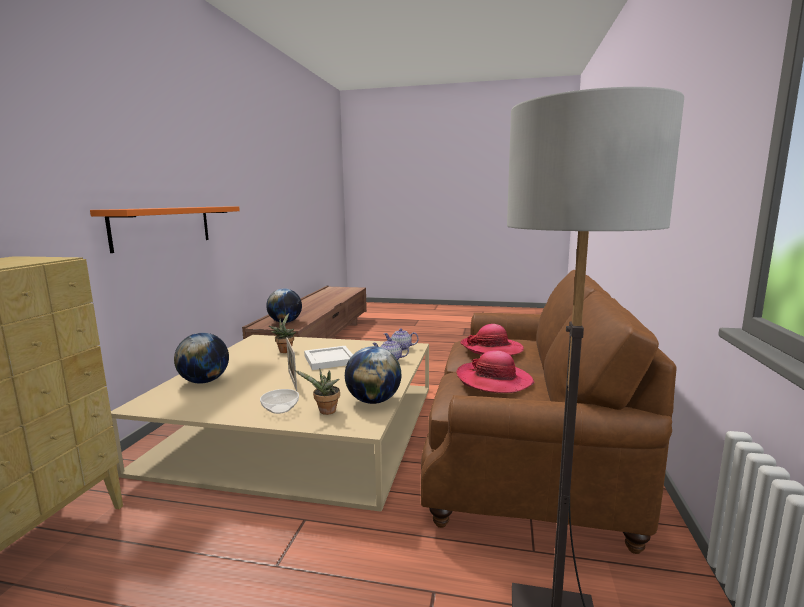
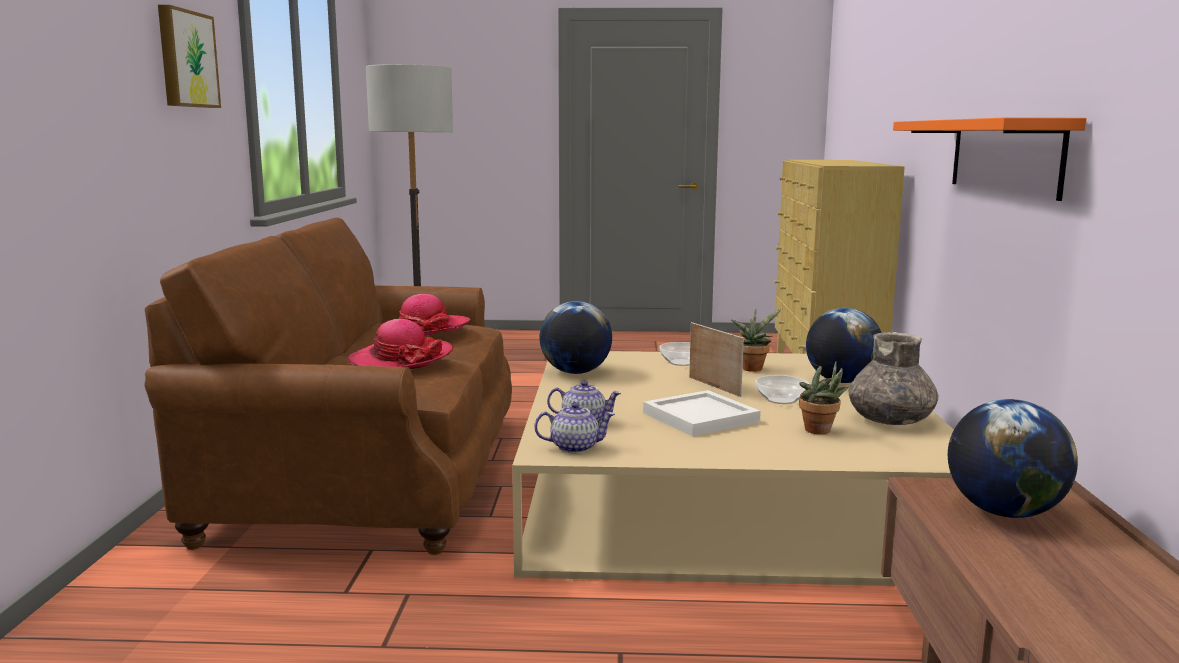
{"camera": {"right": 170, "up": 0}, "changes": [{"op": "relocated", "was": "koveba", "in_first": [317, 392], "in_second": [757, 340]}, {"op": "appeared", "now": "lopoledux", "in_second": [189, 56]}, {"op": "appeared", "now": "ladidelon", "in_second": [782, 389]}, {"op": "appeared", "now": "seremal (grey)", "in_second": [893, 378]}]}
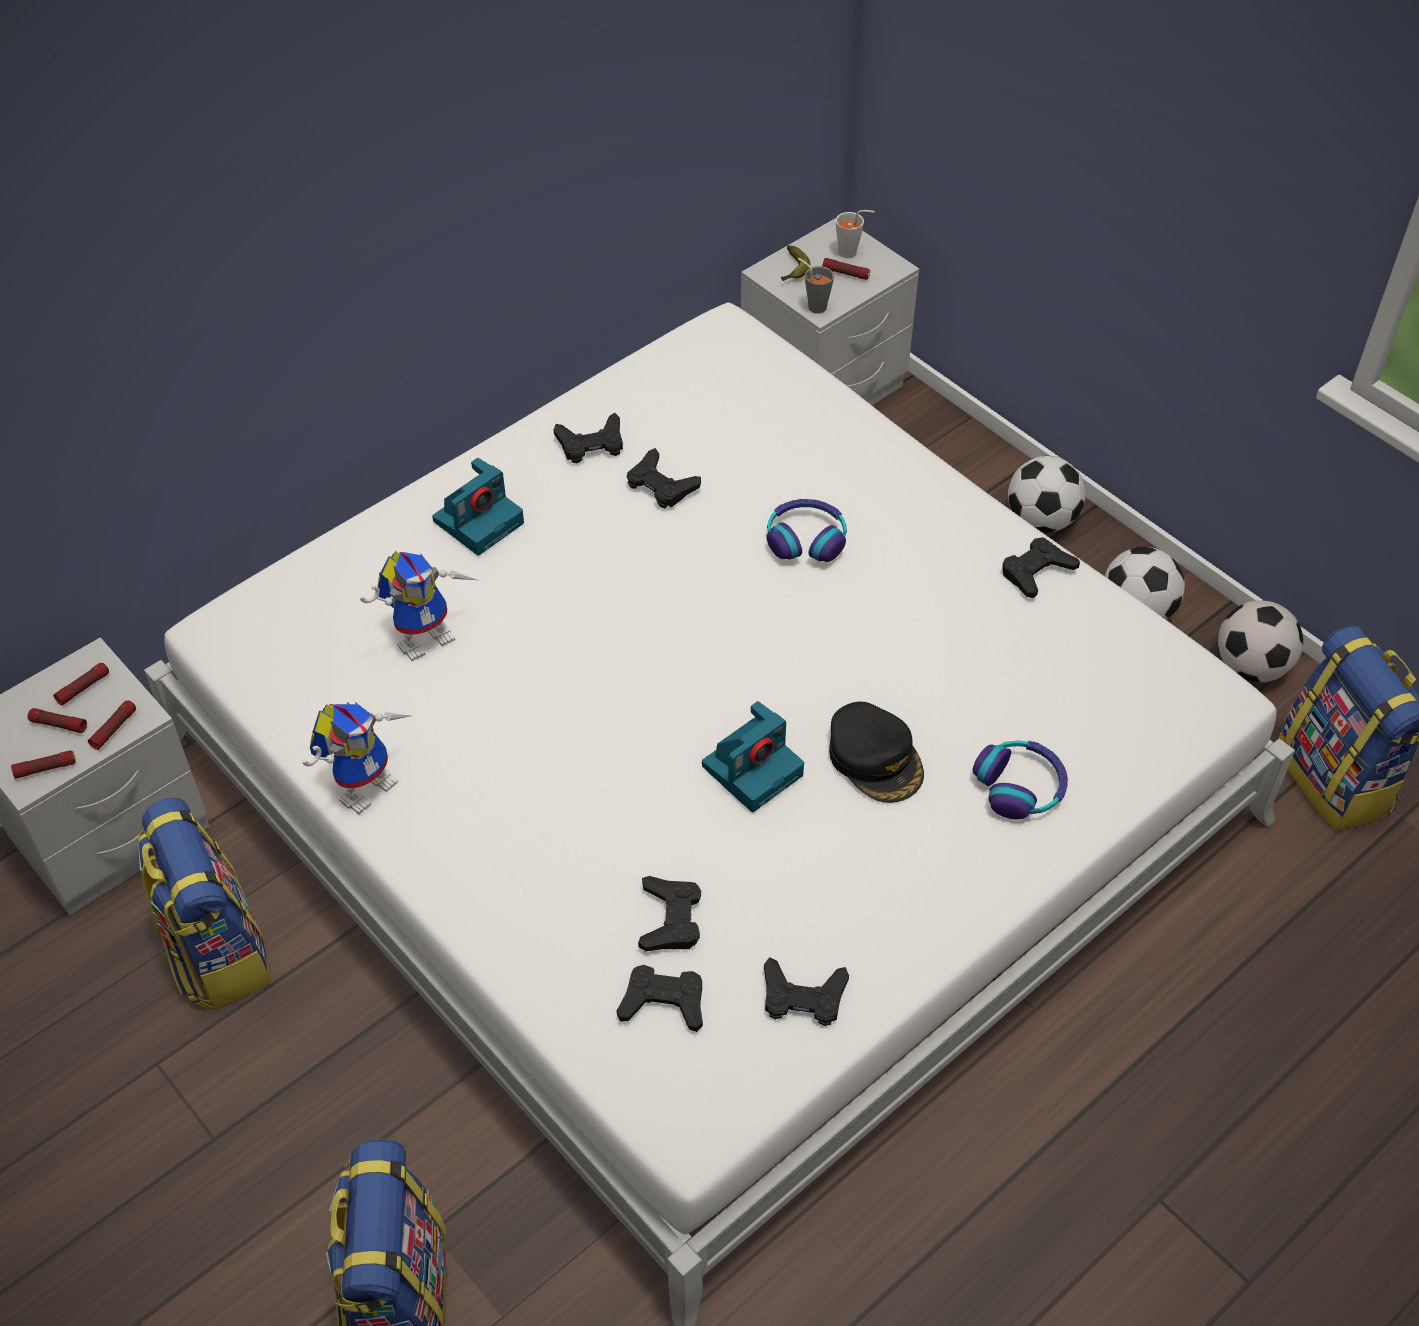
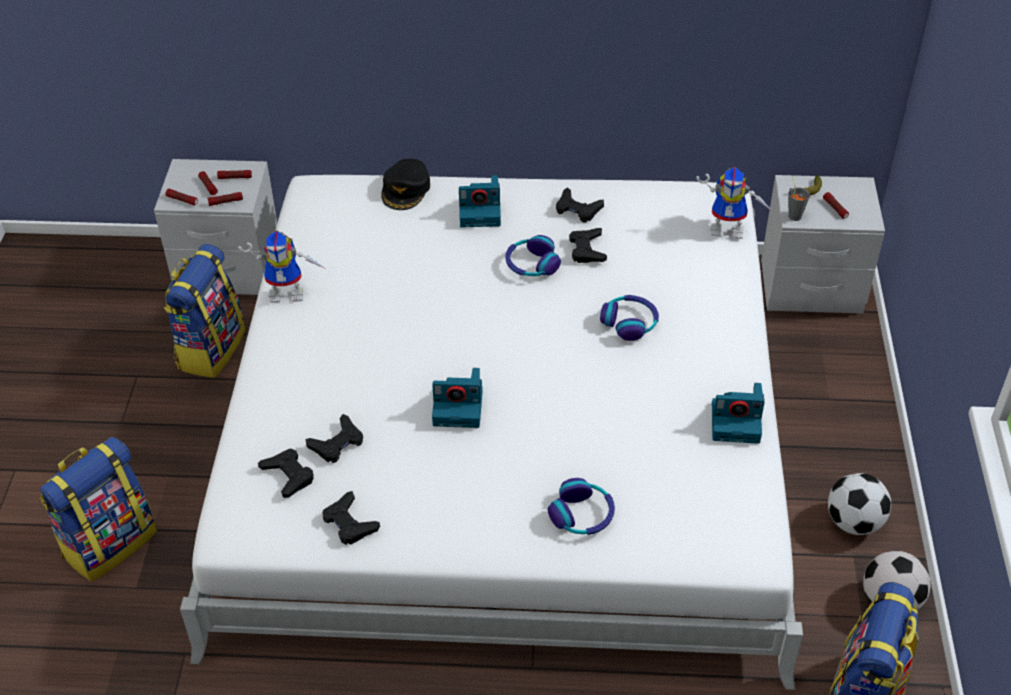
{"camera": {"right": 45, "up": -5}, "changes": [{"op": "relocated", "was": "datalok", "in_first": [418, 606], "in_second": [734, 203]}, {"op": "relocated", "was": "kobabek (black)", "in_first": [876, 752], "in_second": [405, 184]}, {"op": "missing", "was": "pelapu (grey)", "in_first": [855, 234]}, {"op": "exchanged", "was": "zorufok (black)", "now": "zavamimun", "in_first": [1041, 567], "in_second": [738, 413]}, {"op": "missing", "was": "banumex", "in_first": [1046, 494]}, {"op": "appeared", "now": "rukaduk", "in_second": [533, 255]}]}
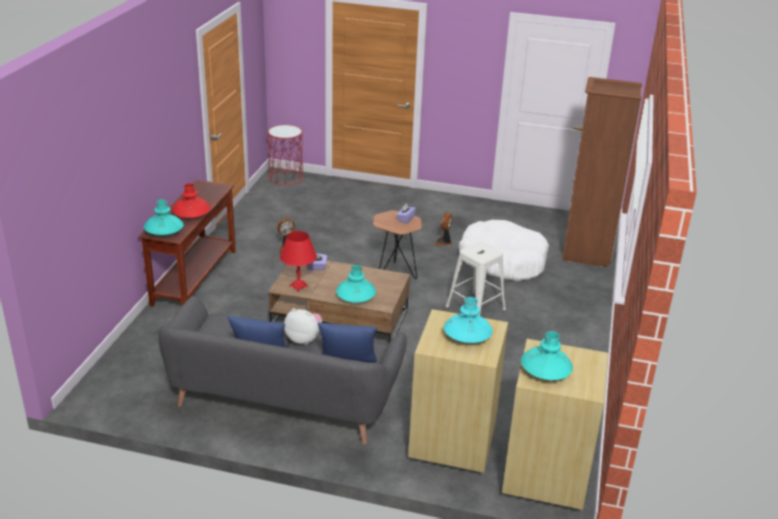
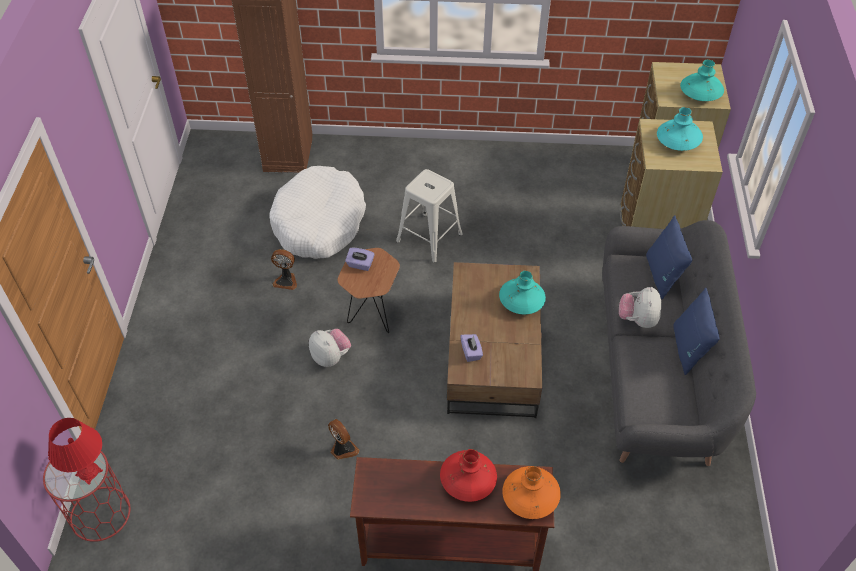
{"camera": {"right": -100, "up": 20}, "changes": [{"op": "colour", "was": "seremal (turquoise)", "now": "seremal (orange)", "in_first": [164, 217], "in_second": [531, 492]}, {"op": "relocated", "was": "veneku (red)", "in_first": [298, 261], "in_second": [75, 451]}, {"op": "appeared", "now": "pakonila", "in_second": [330, 348]}]}
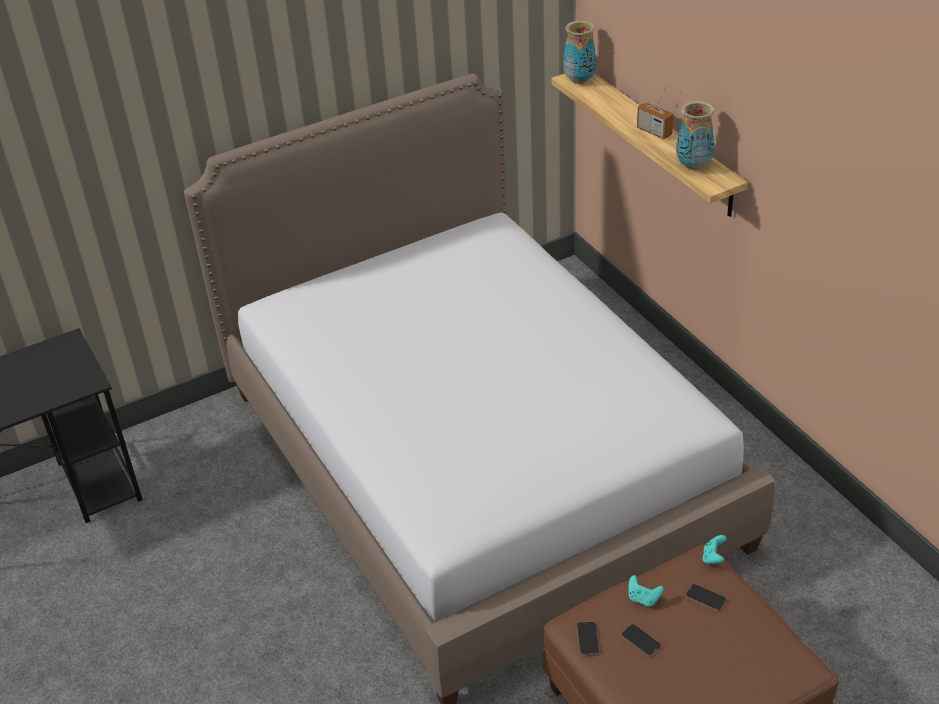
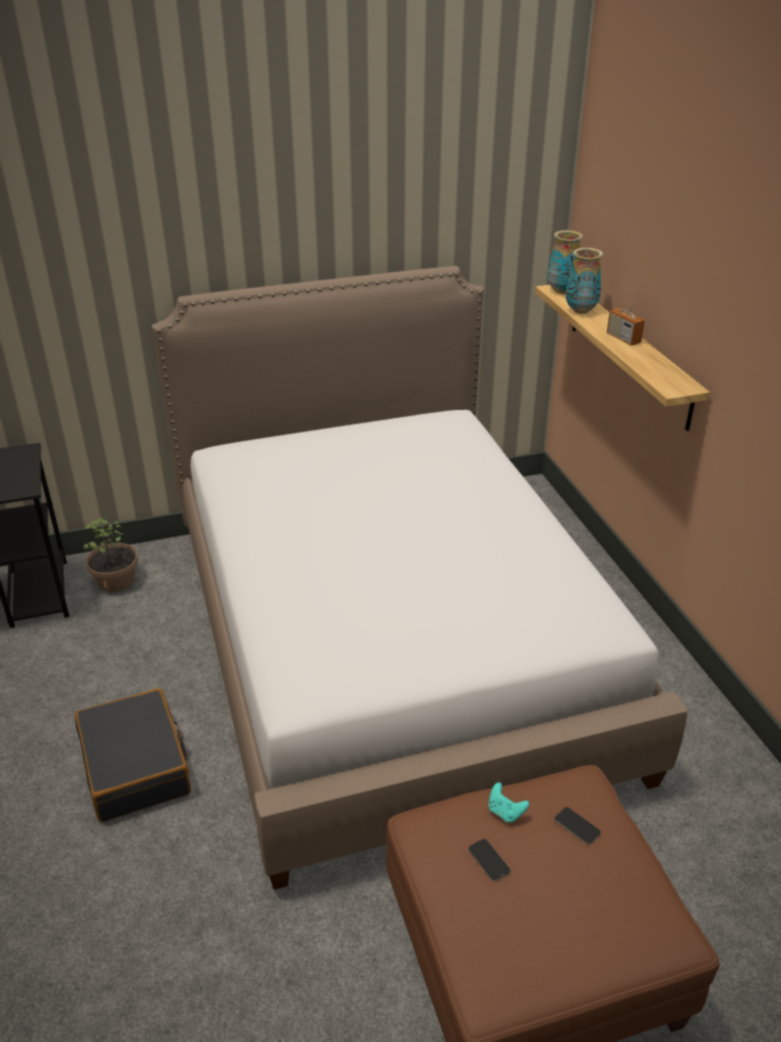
{"camera": {"right": 10, "up": -5}, "changes": [{"op": "missing", "was": "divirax", "in_first": [588, 638]}, {"op": "relocated", "was": "seremal", "in_first": [695, 135], "in_second": [584, 281]}, {"op": "missing", "was": "zorufok (turquoise)", "in_first": [714, 550]}, {"op": "appeared", "now": "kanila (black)", "in_second": [133, 755]}, {"op": "appeared", "now": "koveba", "in_second": [111, 555]}]}
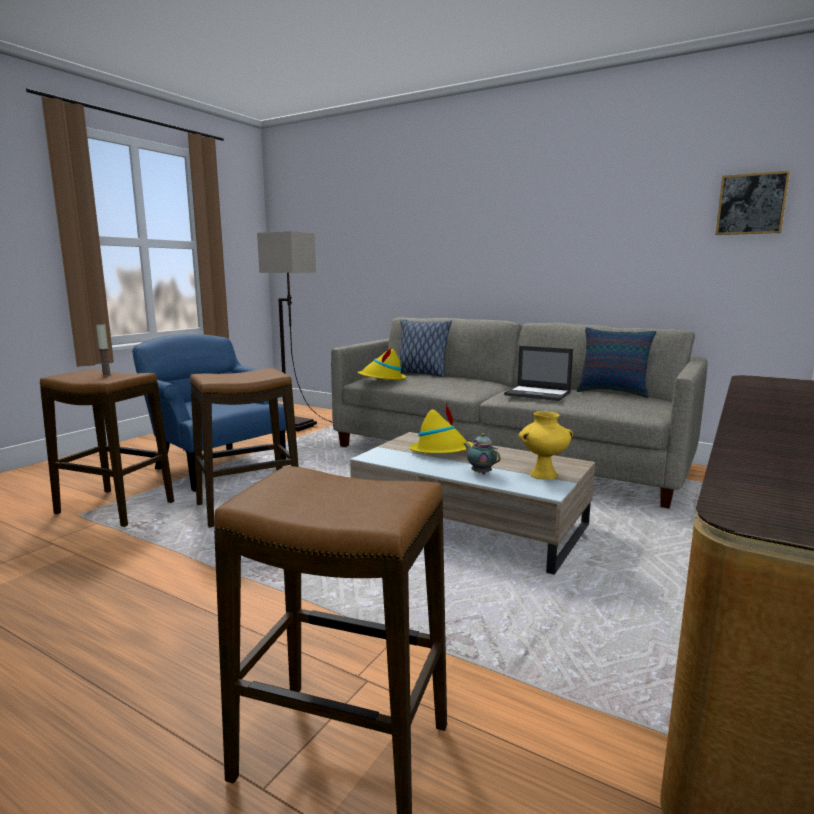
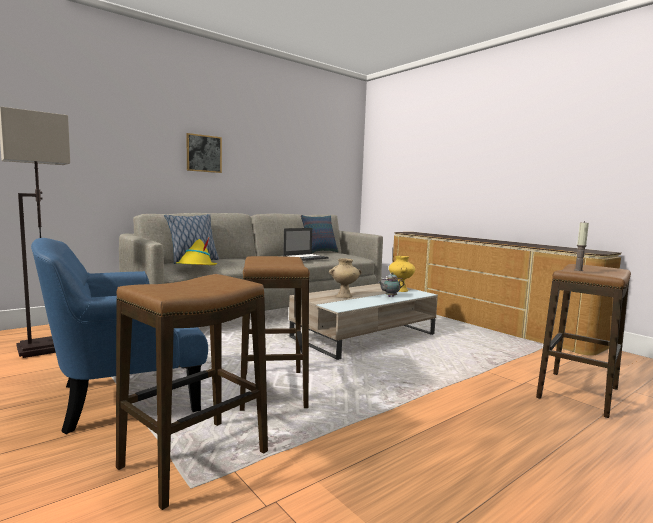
{"camera": {"right": -70, "up": -5}, "changes": [{"op": "relocated", "was": "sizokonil", "in_first": [104, 349], "in_second": [581, 246]}, {"op": "exchanged", "was": "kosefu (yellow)", "now": "seremal (beige)", "in_first": [441, 429], "in_second": [345, 278]}, {"op": "relocated", "was": "lopoledux", "in_first": [752, 203], "in_second": [204, 153]}]}
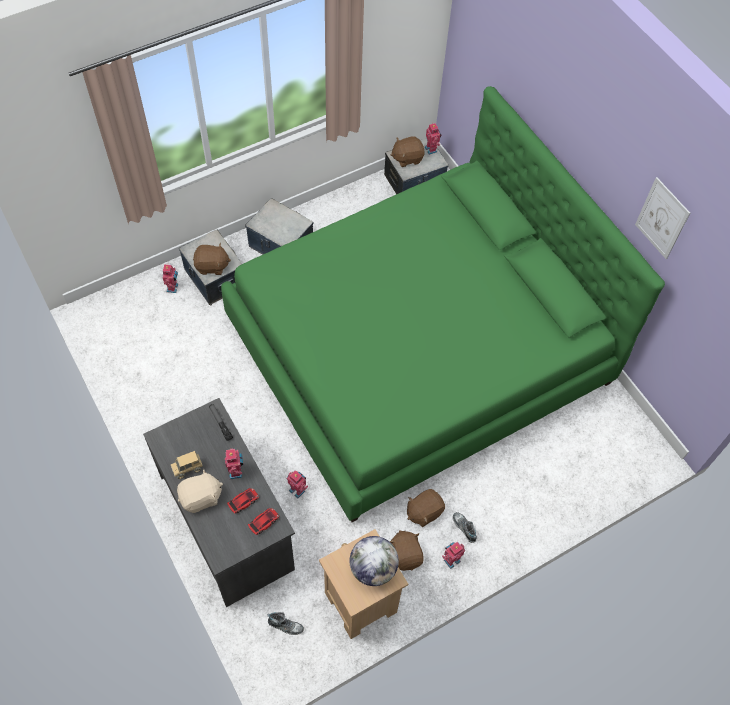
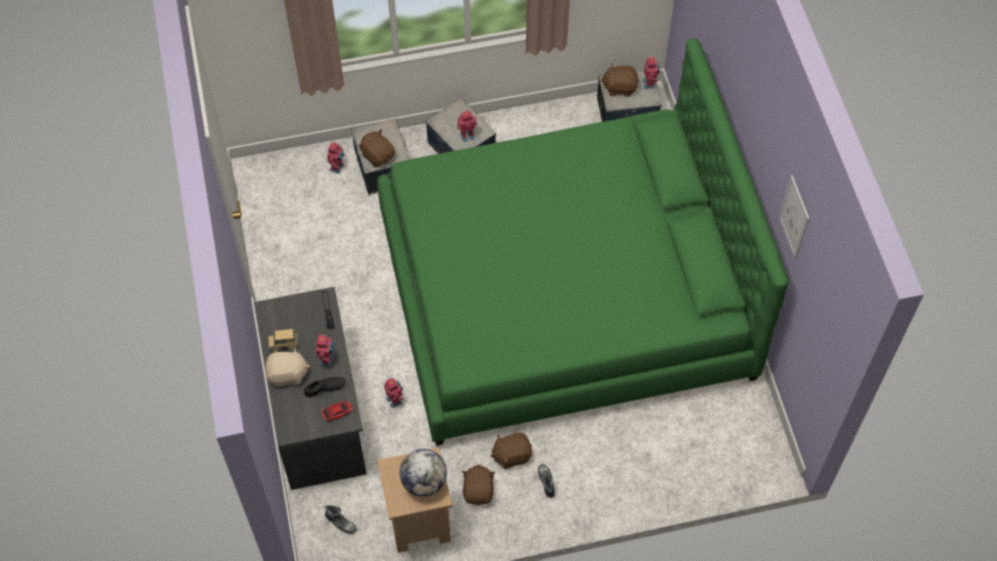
{"camera": {"right": 20, "up": 0}, "changes": [{"op": "spun", "was": "pakonila (brown)", "in_first": [212, 259], "in_second": [376, 148], "clockwise": -150}, {"op": "exchanged", "was": "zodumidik", "now": "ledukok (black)", "in_first": [243, 501], "in_second": [325, 387]}, {"op": "relocated", "was": "datalok", "in_first": [453, 555], "in_second": [467, 126]}]}
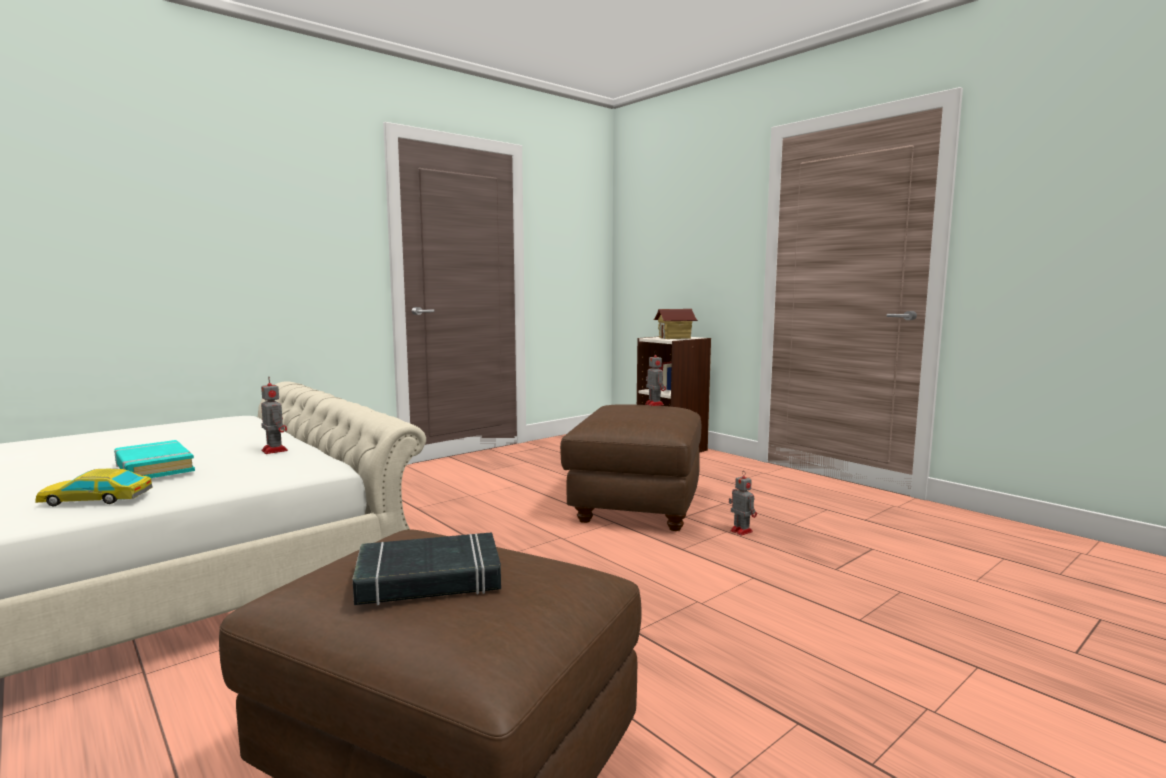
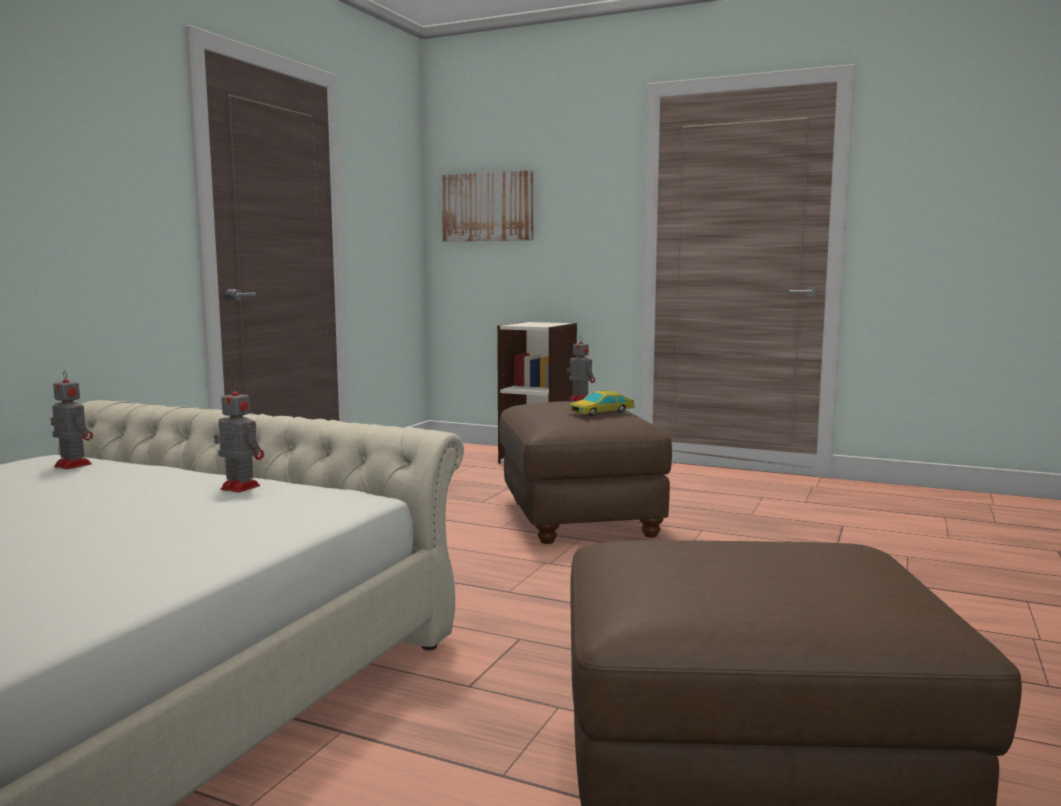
{"camera": {"right": -25, "up": 0}, "changes": [{"op": "relocated", "was": "zodumidik", "in_first": [94, 487], "in_second": [602, 403]}, {"op": "missing", "was": "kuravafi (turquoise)", "in_first": [154, 459]}, {"op": "missing", "was": "kuravafi (black)", "in_first": [427, 568]}, {"op": "missing", "was": "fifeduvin", "in_first": [675, 324]}, {"op": "relocated", "was": "datalok", "in_first": [743, 503], "in_second": [71, 420]}, {"op": "appeared", "now": "lopoledux", "in_second": [487, 206]}]}
